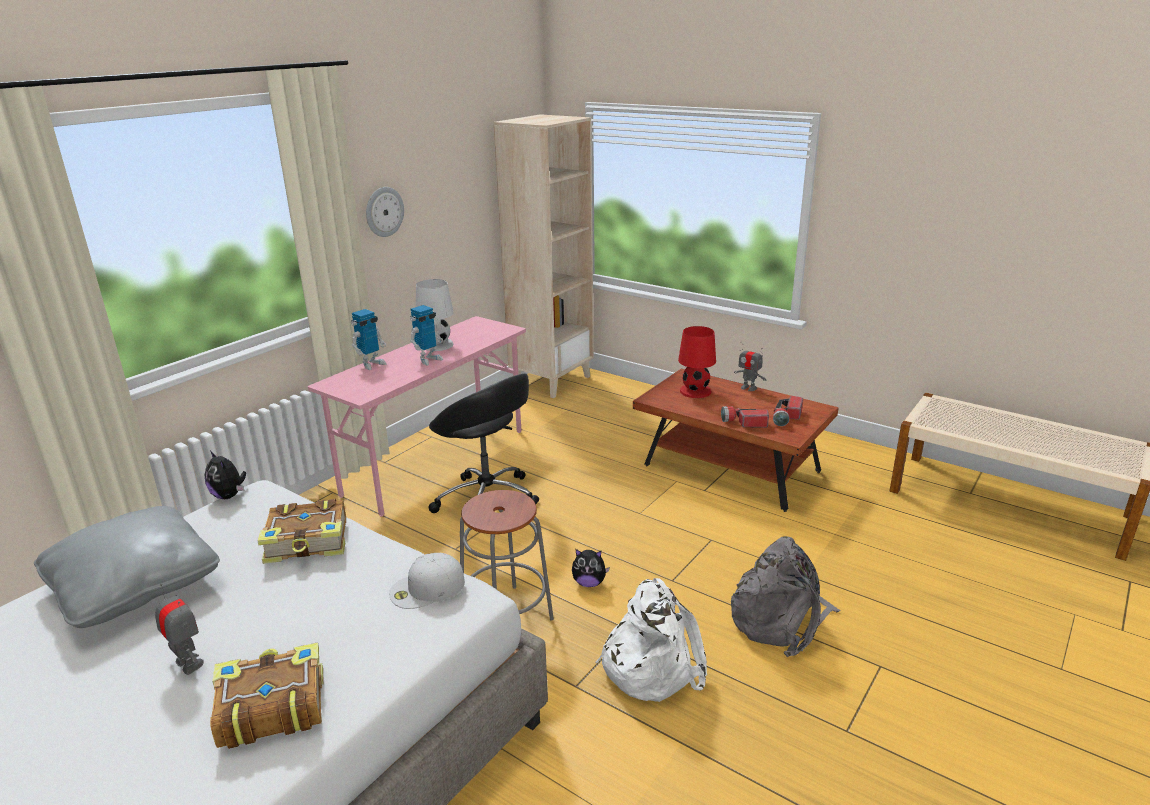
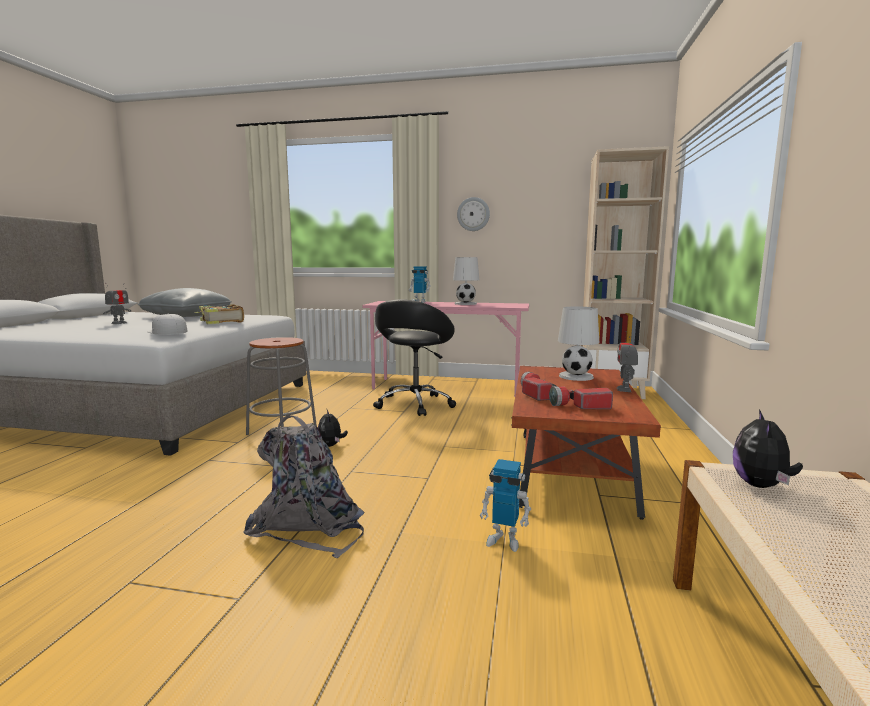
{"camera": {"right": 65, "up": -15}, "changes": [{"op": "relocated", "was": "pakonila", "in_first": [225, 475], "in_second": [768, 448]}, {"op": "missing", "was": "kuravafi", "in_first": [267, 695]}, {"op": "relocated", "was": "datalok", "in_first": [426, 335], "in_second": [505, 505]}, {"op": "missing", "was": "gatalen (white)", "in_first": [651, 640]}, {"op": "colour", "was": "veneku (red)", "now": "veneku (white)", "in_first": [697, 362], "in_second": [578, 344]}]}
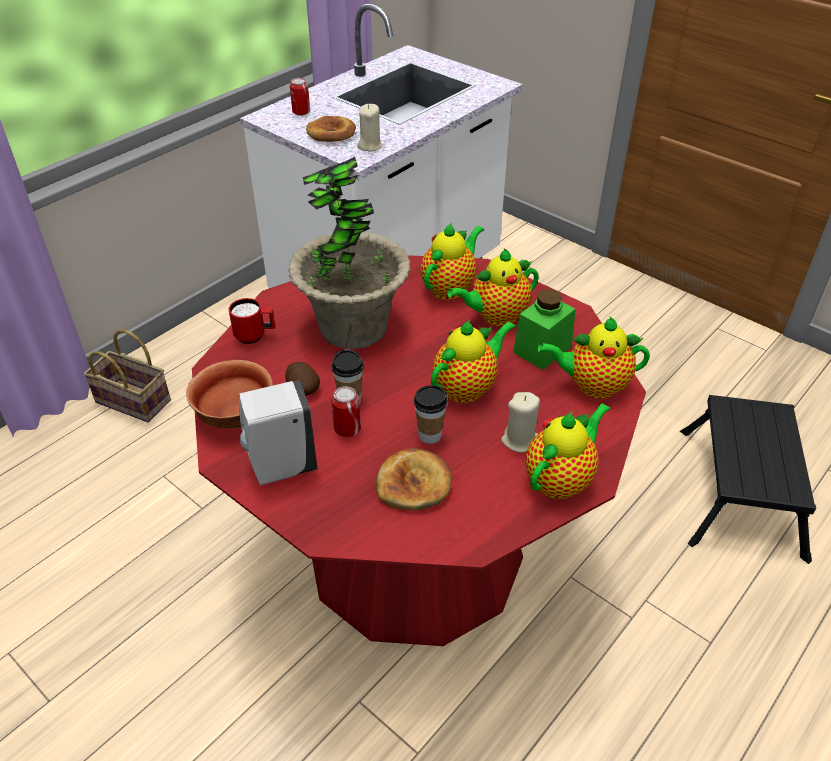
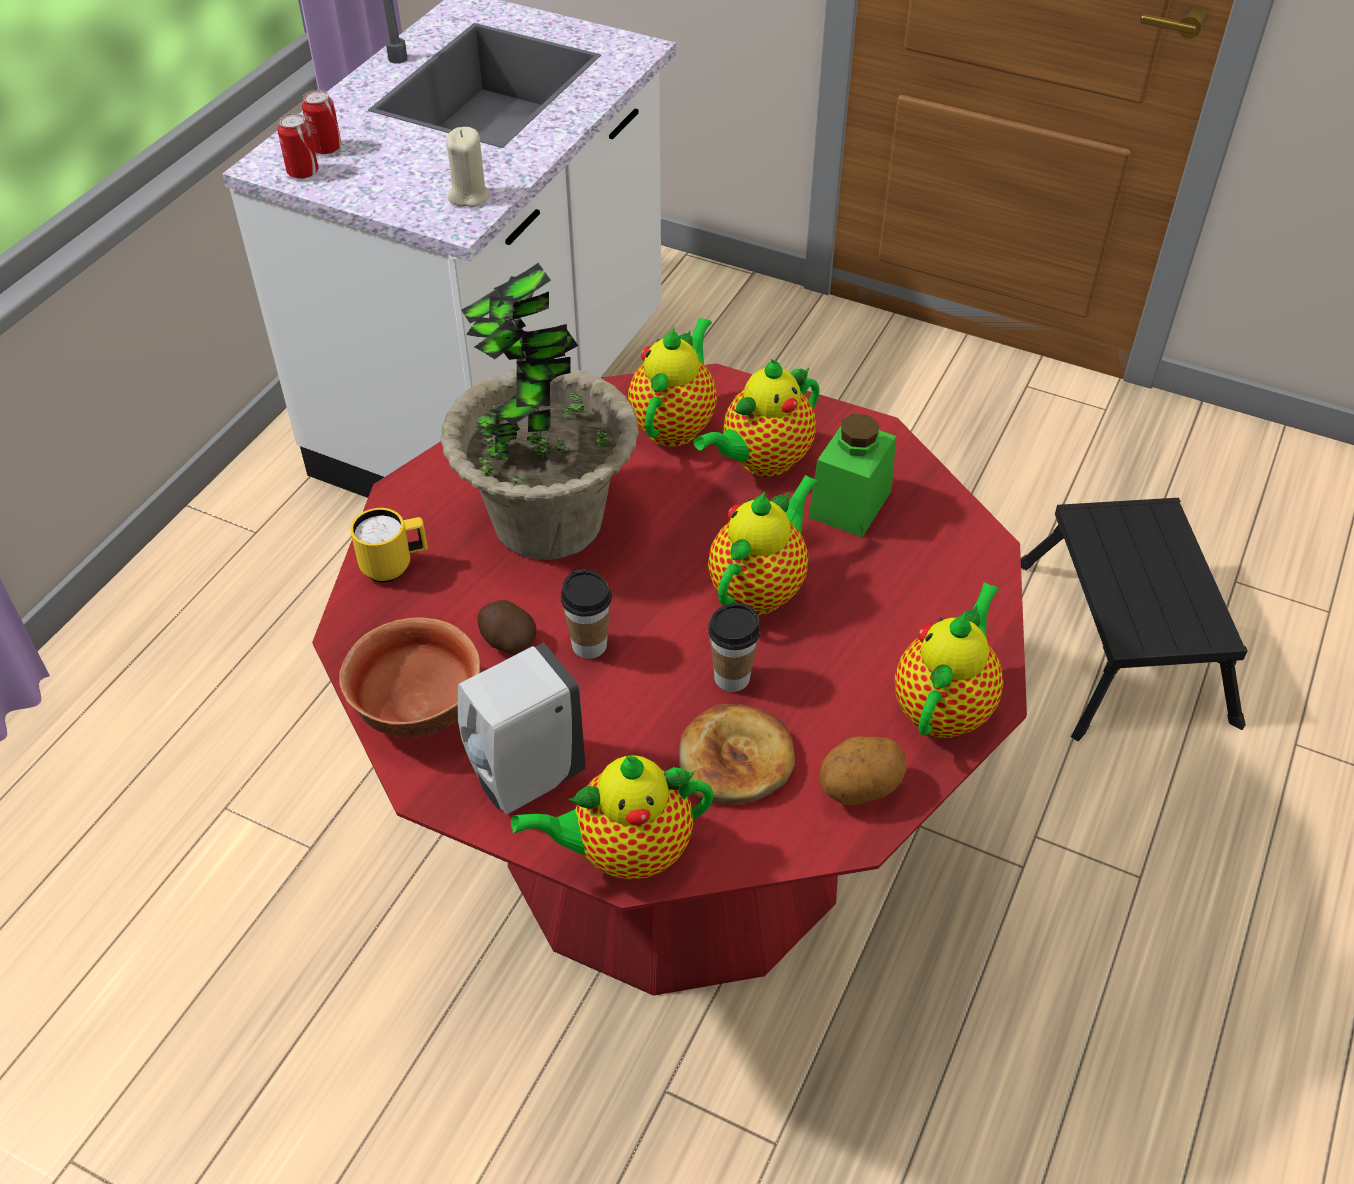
{"camera": {"right": -15, "up": 5}, "changes": [{"op": "missing", "was": "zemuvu", "in_first": [127, 375]}, {"op": "colour", "was": "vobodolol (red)", "now": "vobodolol (yellow)", "in_first": [252, 321], "in_second": [389, 545]}, {"op": "missing", "was": "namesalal", "in_first": [331, 129]}, {"op": "relocated", "was": "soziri", "in_first": [346, 411], "in_second": [297, 146]}, {"op": "missing", "was": "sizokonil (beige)", "in_first": [520, 422]}, {"op": "relocated", "was": "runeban", "in_first": [594, 358], "in_second": [612, 817]}, {"op": "appeared", "now": "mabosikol", "in_second": [862, 770]}]}
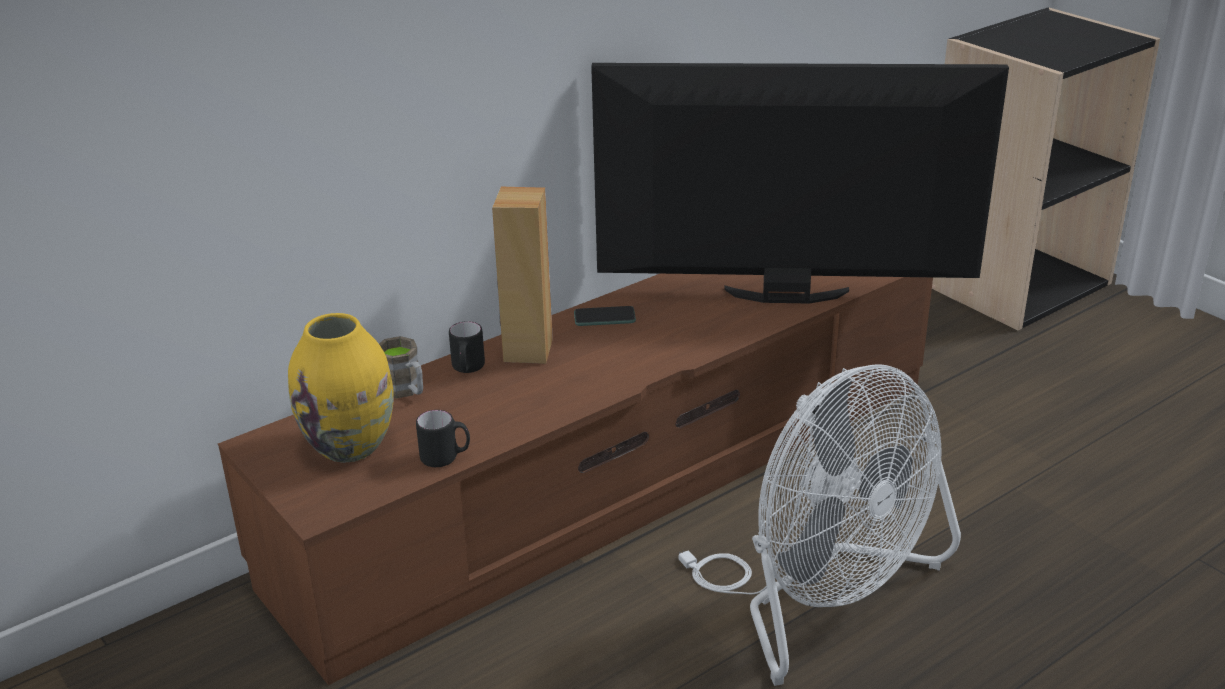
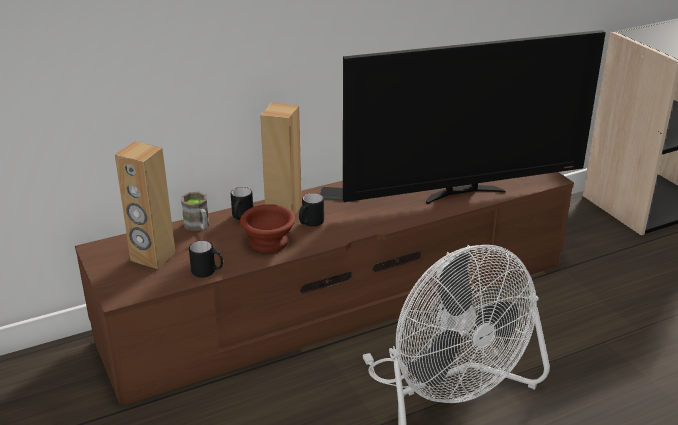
{"camera": {"right": 10, "up": 0}, "changes": [{"op": "exchanged", "was": "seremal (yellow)", "now": "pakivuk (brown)", "in_first": [341, 388], "in_second": [145, 205]}, {"op": "spun", "was": "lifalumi", "in_first": [800, 183], "in_second": [474, 117], "clockwise": 150}, {"op": "appeared", "now": "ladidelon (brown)", "in_second": [267, 228]}, {"op": "appeared", "now": "vobodolol (black)", "in_second": [311, 210]}]}
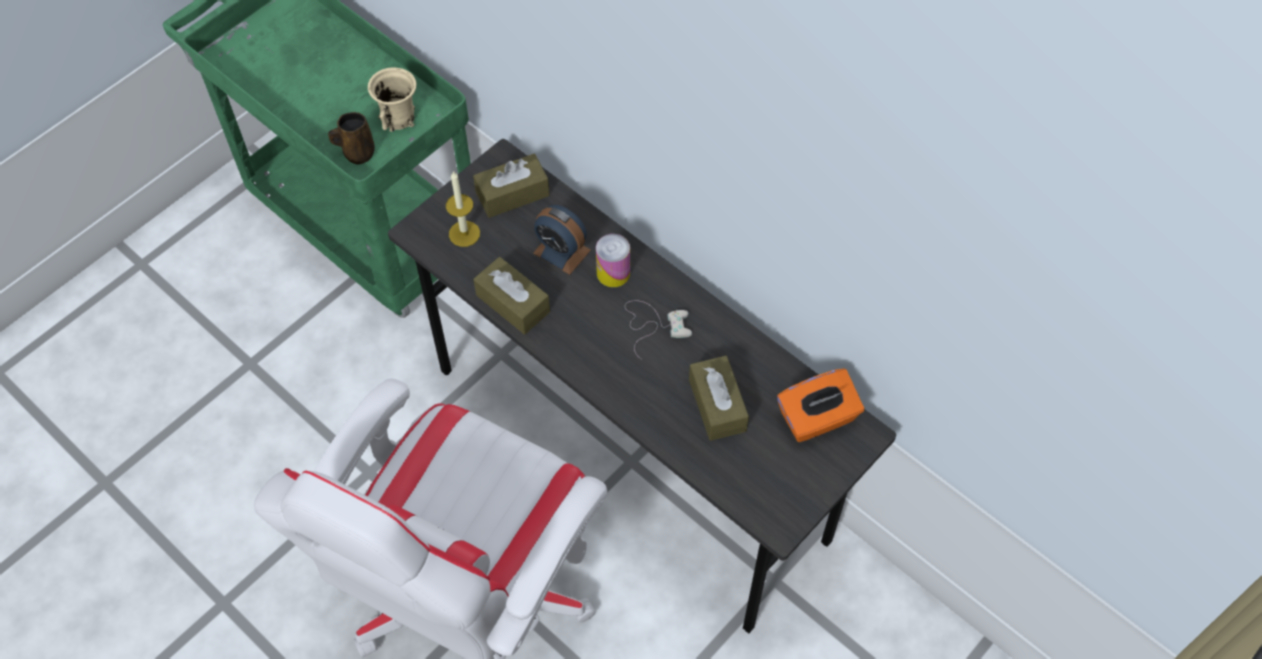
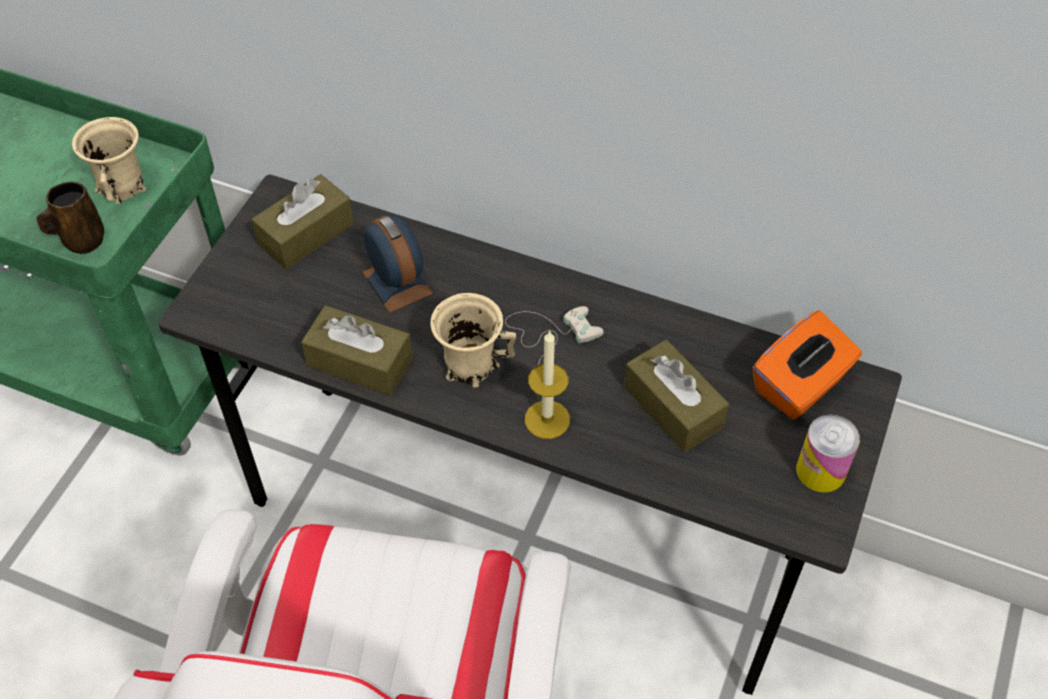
{"camera": {"right": -20, "up": -5}, "changes": [{"op": "relocated", "was": "sizokonil", "in_first": [463, 209], "in_second": [547, 384]}, {"op": "spun", "was": "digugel", "in_first": [562, 240], "in_second": [397, 264], "clockwise": -135}, {"op": "relocated", "was": "soziri", "in_first": [613, 260], "in_second": [828, 454]}, {"op": "appeared", "now": "vobodolol (beige)", "in_second": [473, 340]}]}
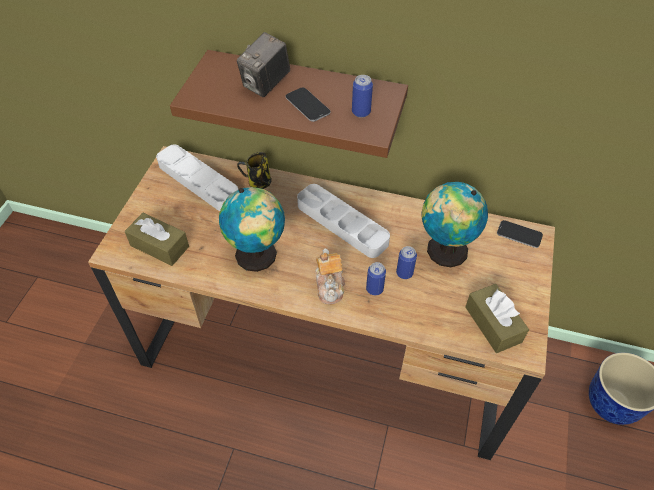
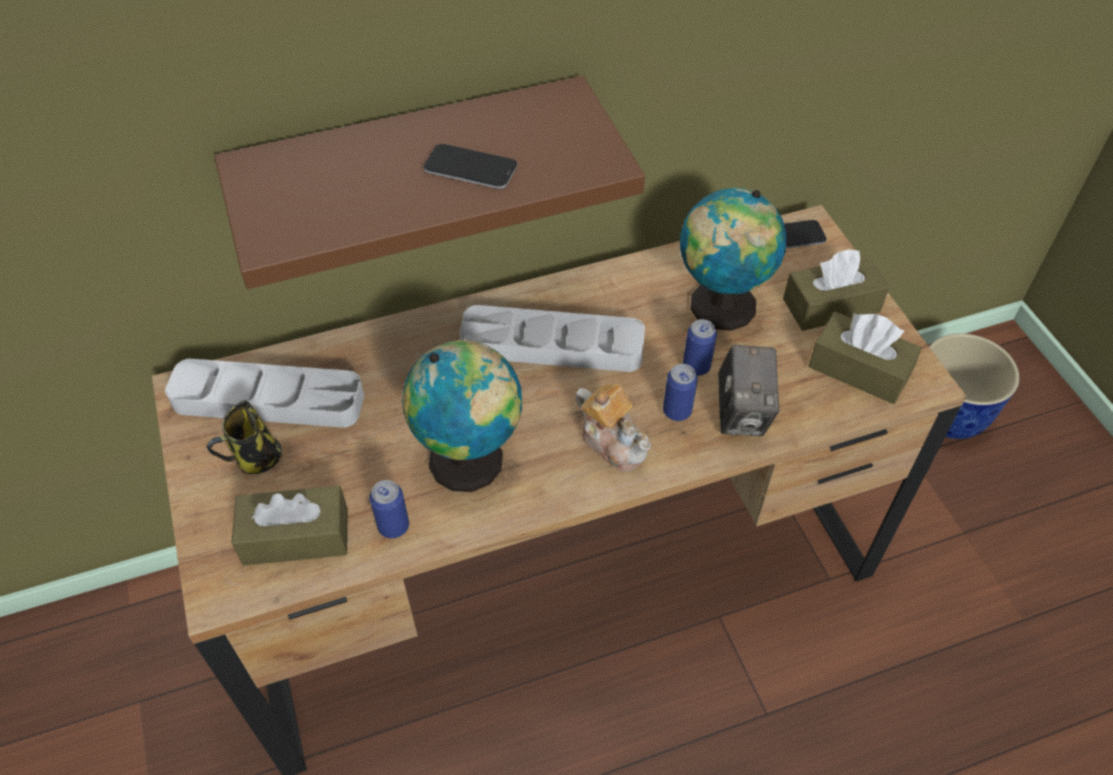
{"camera": {"right": -35, "up": 0}, "changes": [{"op": "relocated", "was": "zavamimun", "in_first": [263, 64], "in_second": [749, 390]}, {"op": "relocated", "was": "vobodolol", "in_first": [254, 170], "in_second": [244, 437]}, {"op": "relocated", "was": "soziri", "in_first": [362, 96], "in_second": [389, 509]}, {"op": "appeared", "now": "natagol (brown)", "in_second": [836, 290]}]}
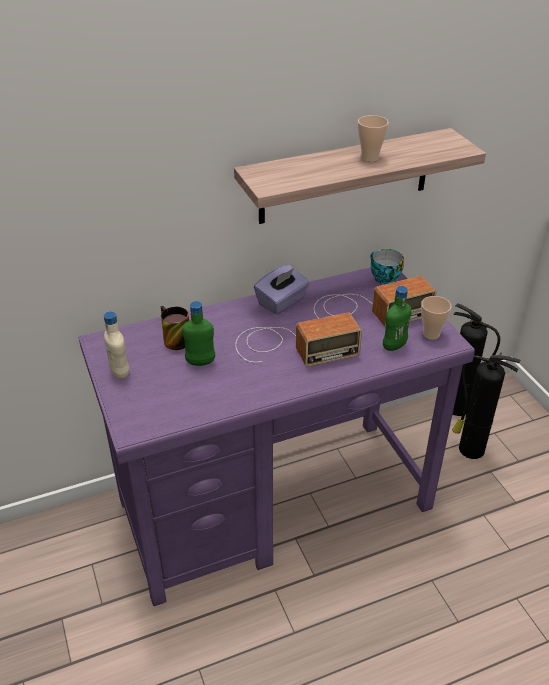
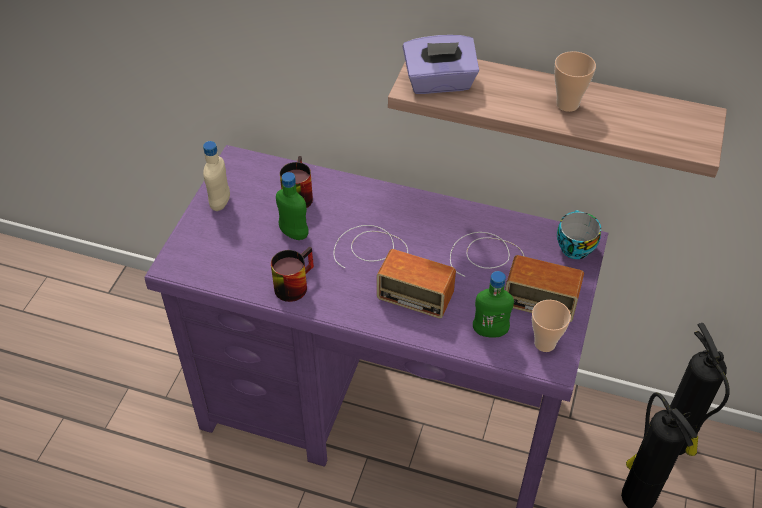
{"camera": {"right": 40, "up": 10}, "changes": [{"op": "relocated", "was": "natagol (purple)", "in_first": [281, 290], "in_second": [441, 64]}, {"op": "appeared", "now": "vobodolol", "in_second": [292, 274]}]}
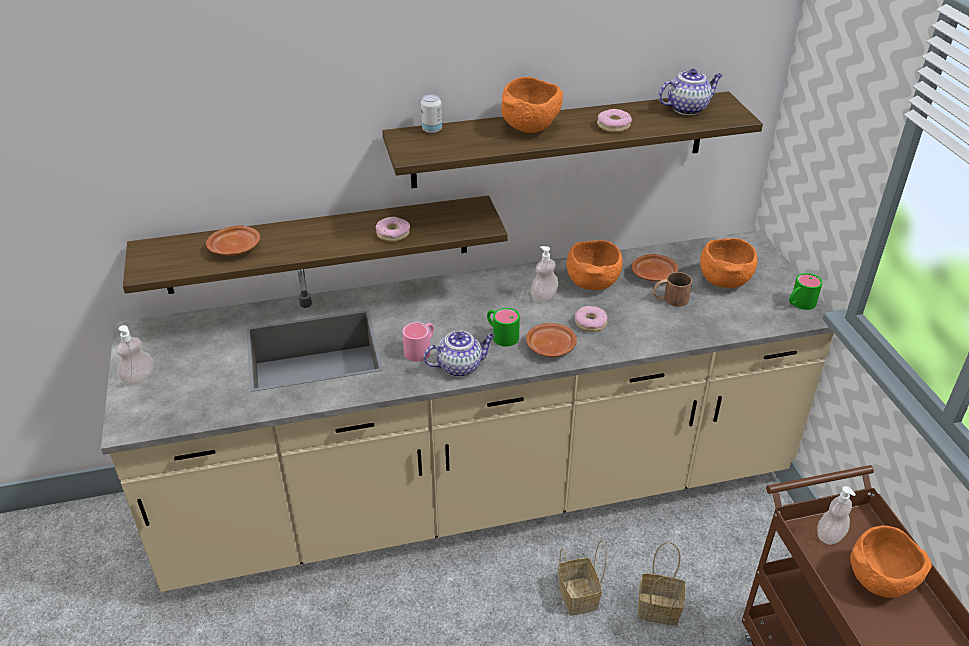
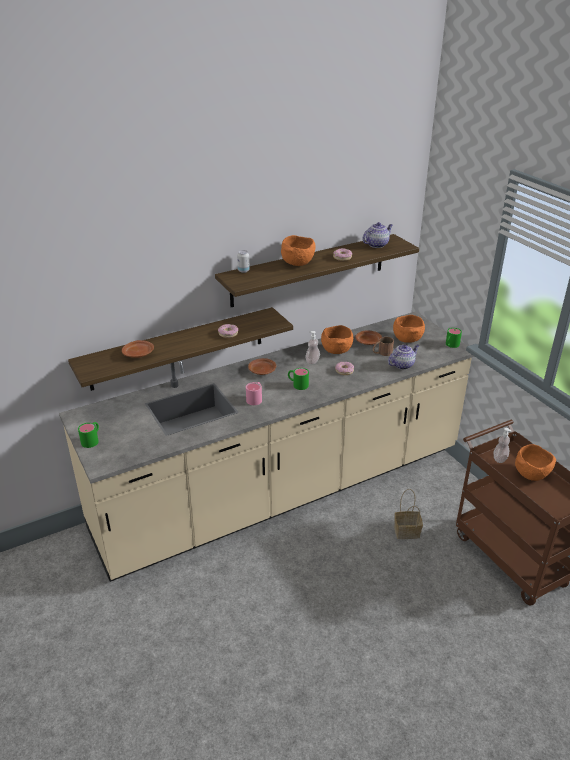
{"camera": {"right": -15, "up": -5}, "changes": [{"op": "exchanged", "was": "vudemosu", "now": "vobodolol (green)", "in_first": [134, 355], "in_second": [88, 435]}, {"op": "relocated", "was": "runeban", "in_first": [459, 354], "in_second": [404, 357]}, {"op": "relocated", "was": "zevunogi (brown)", "in_first": [551, 340], "in_second": [262, 366]}, {"op": "missing", "was": "zemuvu", "in_first": [582, 578]}]}
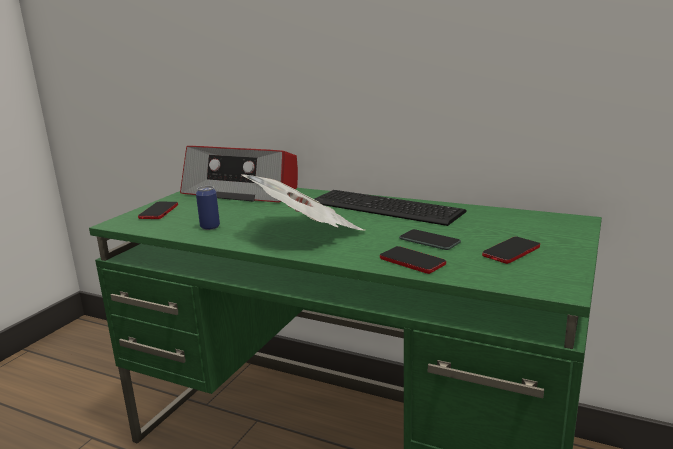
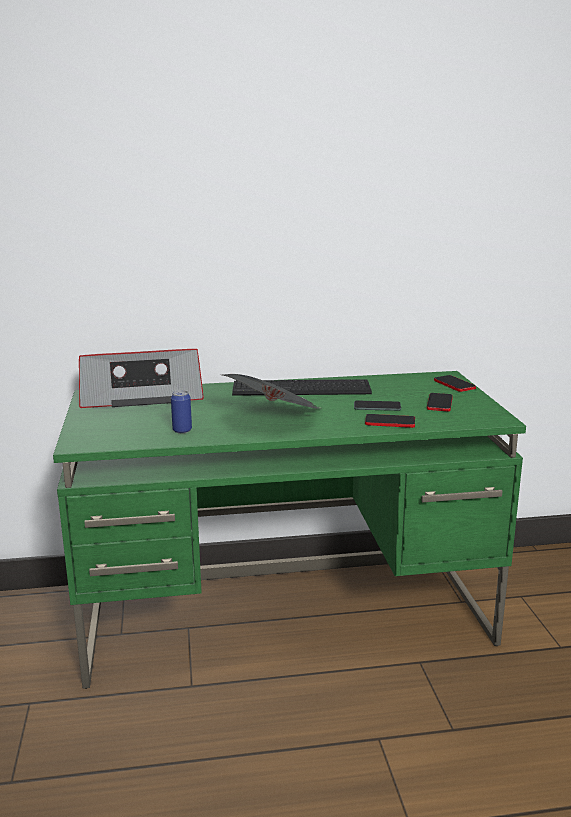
{"camera": {"right": -35, "up": 0}, "changes": [{"op": "relocated", "was": "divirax", "in_first": [158, 210], "in_second": [455, 383]}]}
